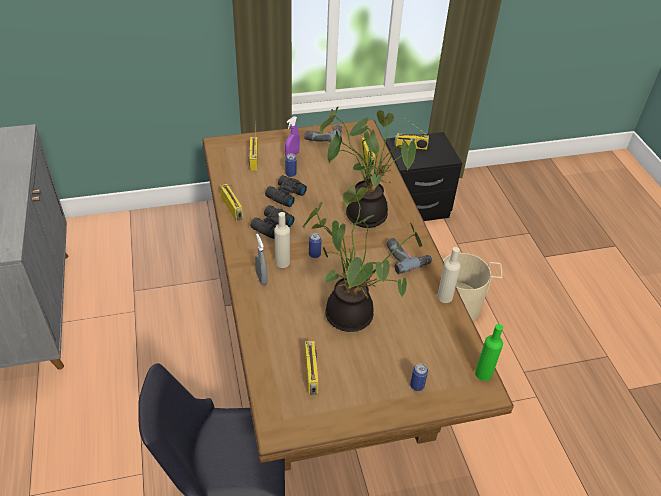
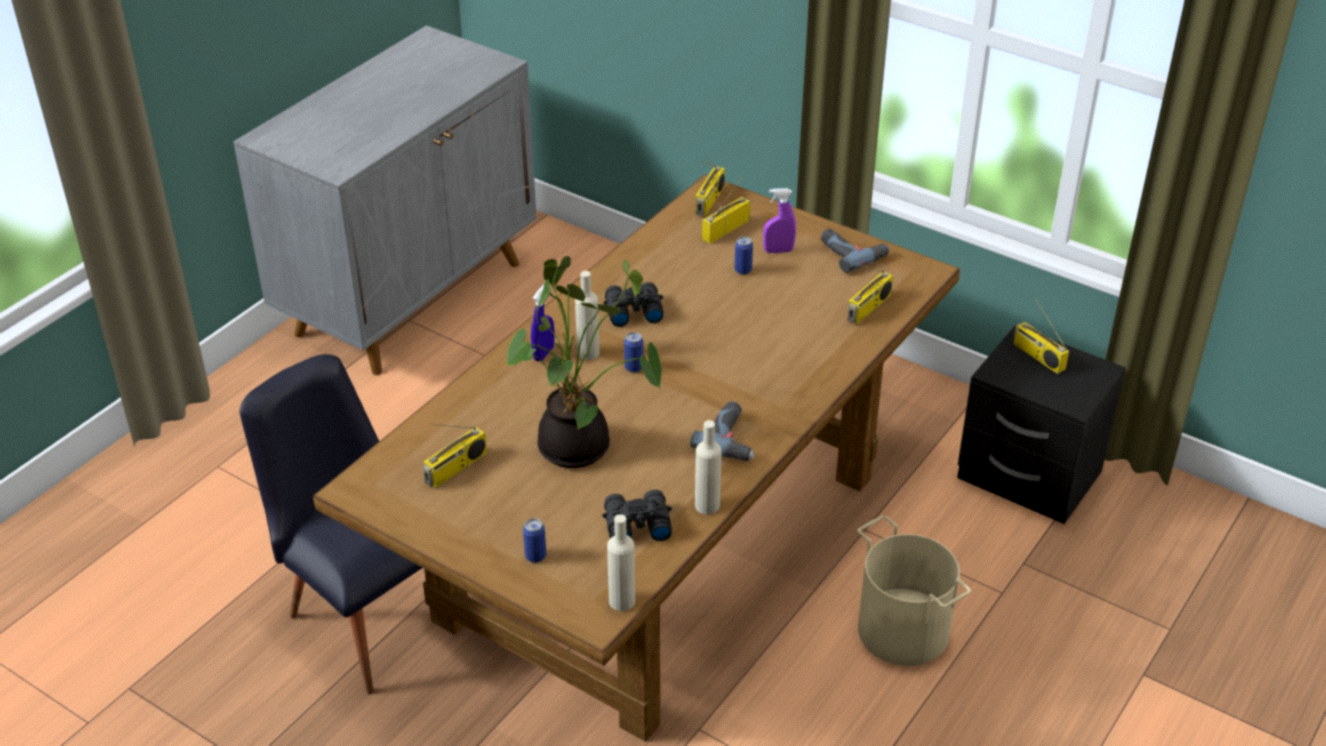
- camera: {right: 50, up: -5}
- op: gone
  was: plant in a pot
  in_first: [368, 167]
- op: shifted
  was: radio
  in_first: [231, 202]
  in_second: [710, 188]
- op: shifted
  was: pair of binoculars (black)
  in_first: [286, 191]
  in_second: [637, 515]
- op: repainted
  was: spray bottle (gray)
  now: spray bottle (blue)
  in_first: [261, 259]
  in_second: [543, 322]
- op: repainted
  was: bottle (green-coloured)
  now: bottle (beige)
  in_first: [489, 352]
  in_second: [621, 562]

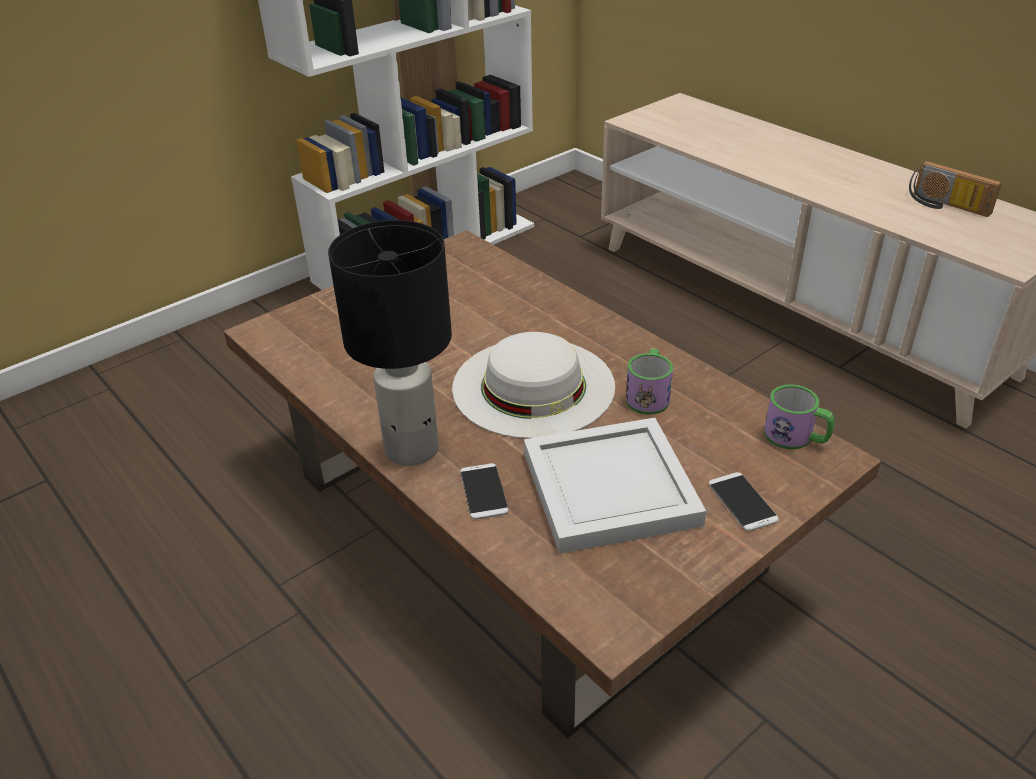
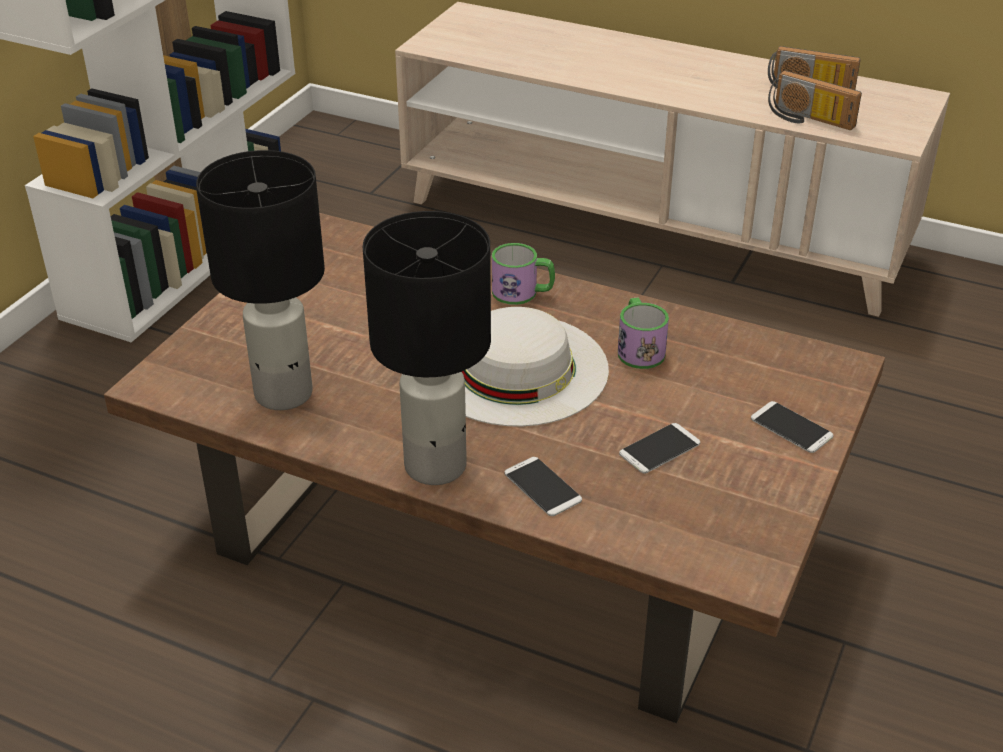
- camera: {right: -25, up: 0}
- op: new
  now: tabletop lamp (black)
  in_second: [260, 280]
- op: new
  now: radio
  in_second: [815, 100]
- op: shifted
  was: coffee mug
  in_first: [799, 417]
  in_second: [523, 274]
- op: swapped
  was: carrying tray (white)
  now: telephone
  in_first: [615, 486]
  in_second: [659, 448]

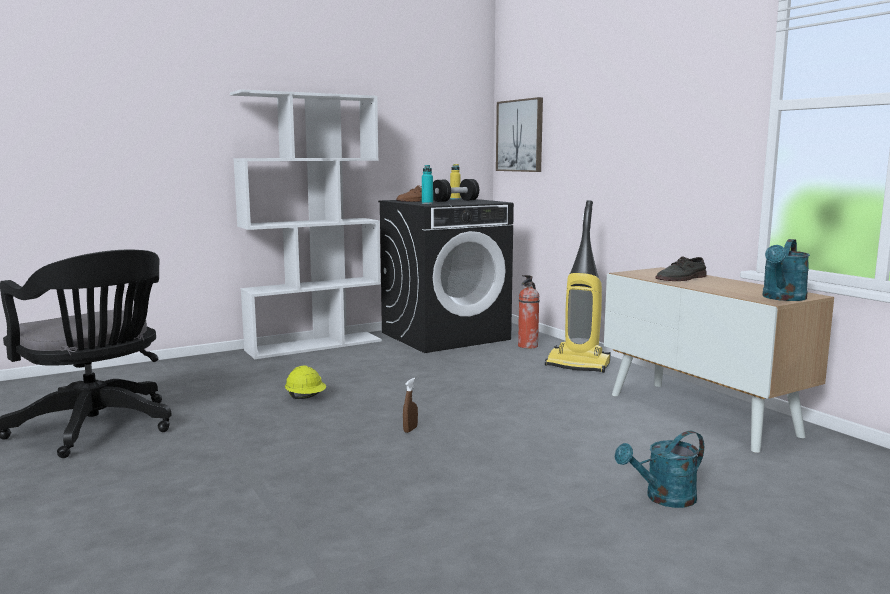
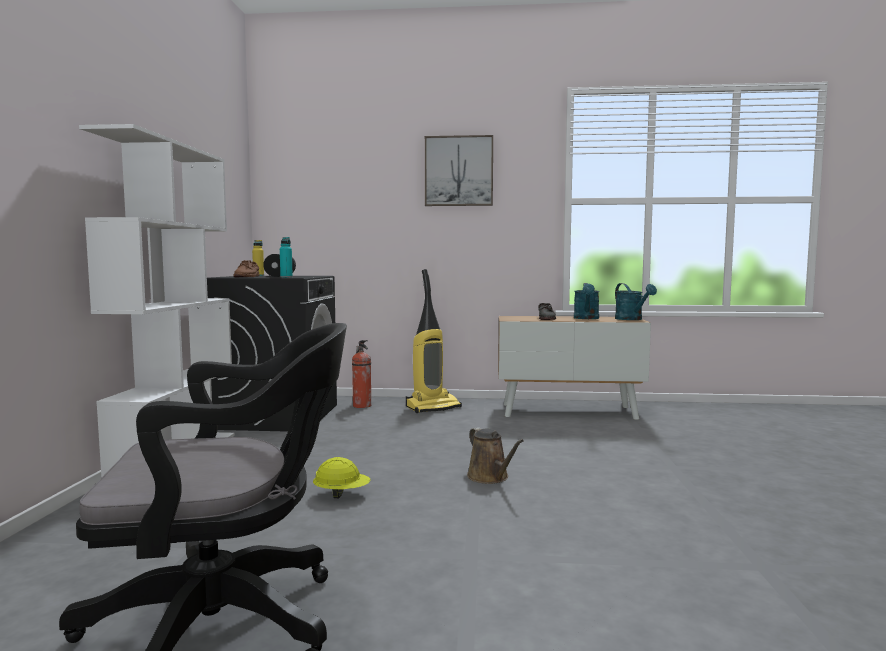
- camera: {right: -55, up: -5}
- op: shifted
  was: picture
  in_first: [519, 134]
  in_second: [459, 170]
- op: shifted
  was: watering pot (turquoise-coloured)
  in_first: [659, 469]
  in_second: [586, 301]
- op: swapped
  was: spray bottle (brownish)
  now: watering pot (brownish)
  in_first: [410, 405]
  in_second: [495, 455]

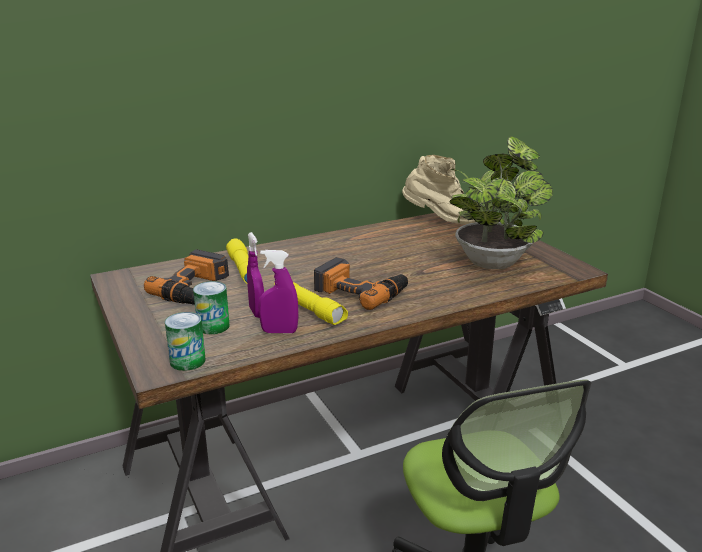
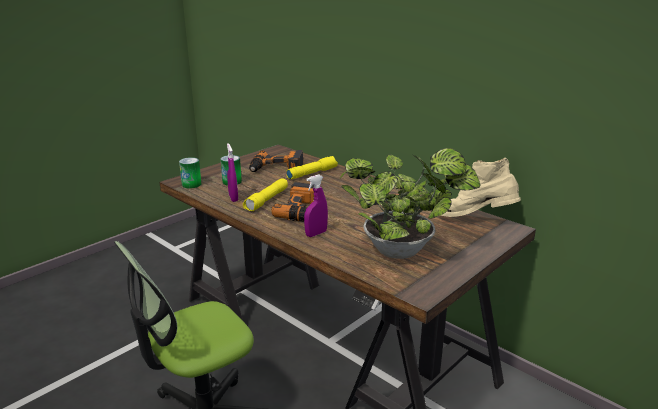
- camera: {right: 70, up: 0}
- op: shifted
  was: spray bottle (purple)
  in_first: [255, 275]
  in_second: [316, 205]
- op: rotated
  was: tall boot (beige)
  in_first: [439, 189]
  in_second: [481, 187]
  clockwise: 120

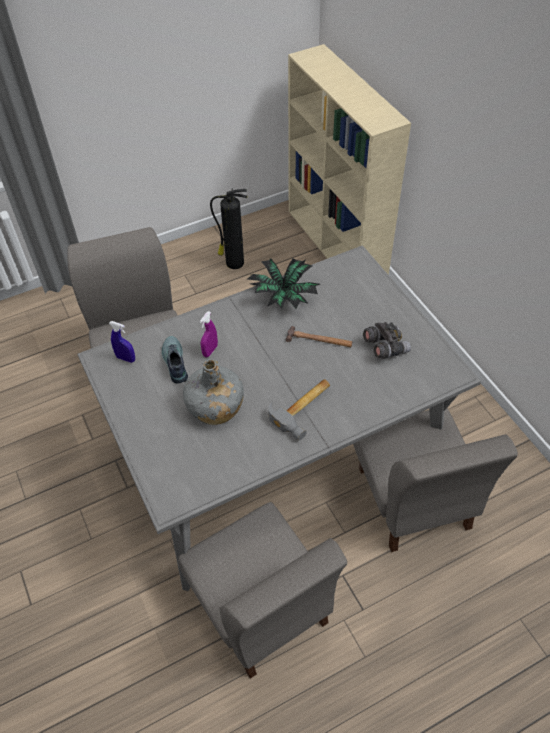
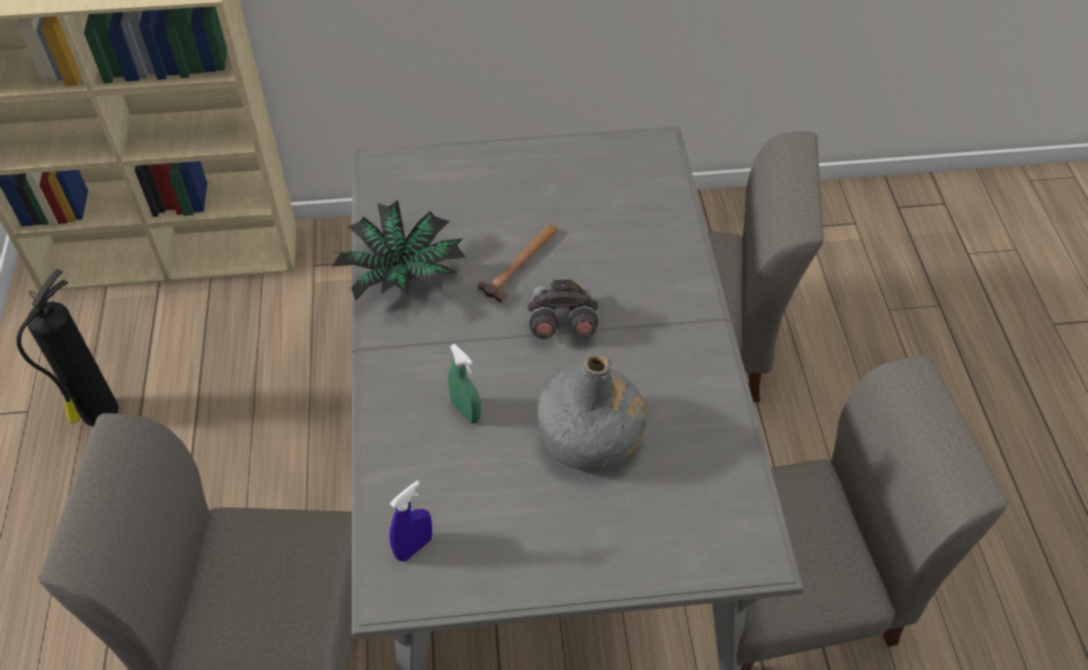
- camera: {right: -70, up: 0}
- op: gone
  was: item of footwear
  in_first: [174, 359]
- op: gone
  was: tool hammer
  in_first: [299, 410]
- op: shifted
  was: pair of binoculars (gray)
  in_first: [387, 340]
  in_second: [563, 309]
- op: repainted
  was: spray bottle (purple)
  now: spray bottle (green-coloured)
  in_first: [209, 334]
  in_second: [464, 383]

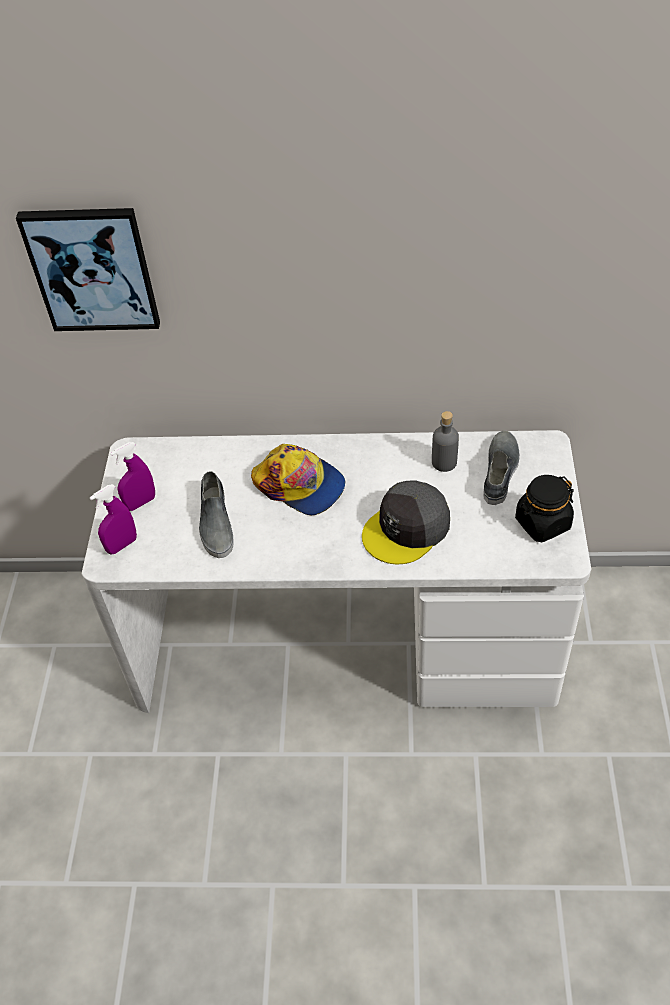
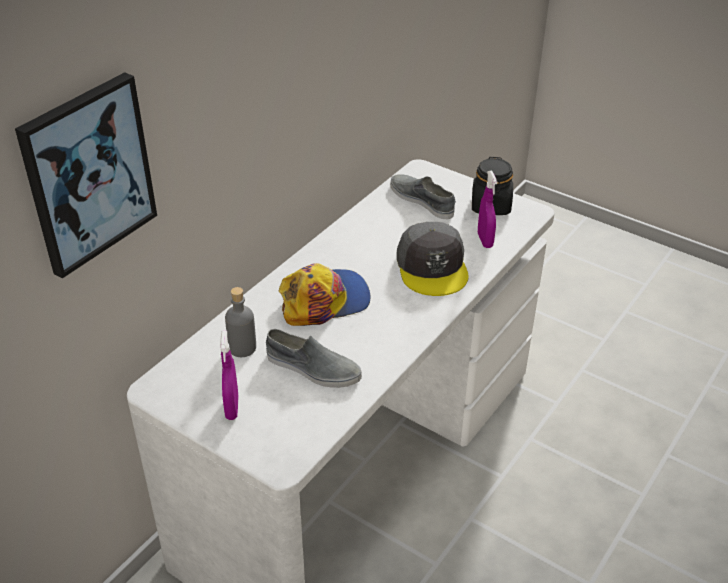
- camera: {right: -60, up: -10}
- op: shifted
  was: spray bottle (purple)
  in_first: [113, 519]
  in_second: [487, 209]
- op: shifted
  was: bottle (gray)
  in_first: [445, 441]
  in_second: [240, 322]

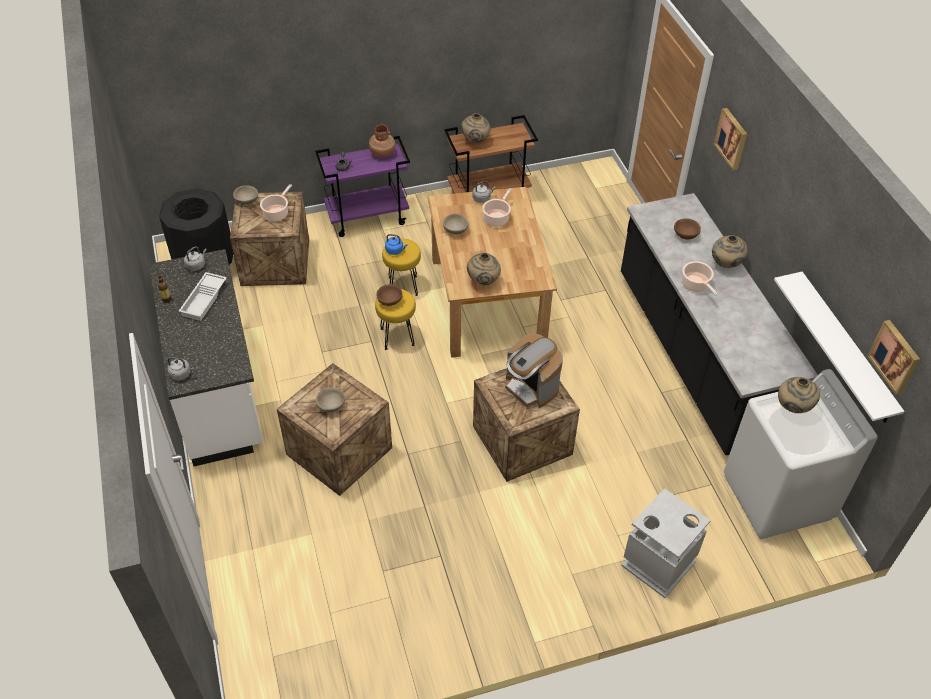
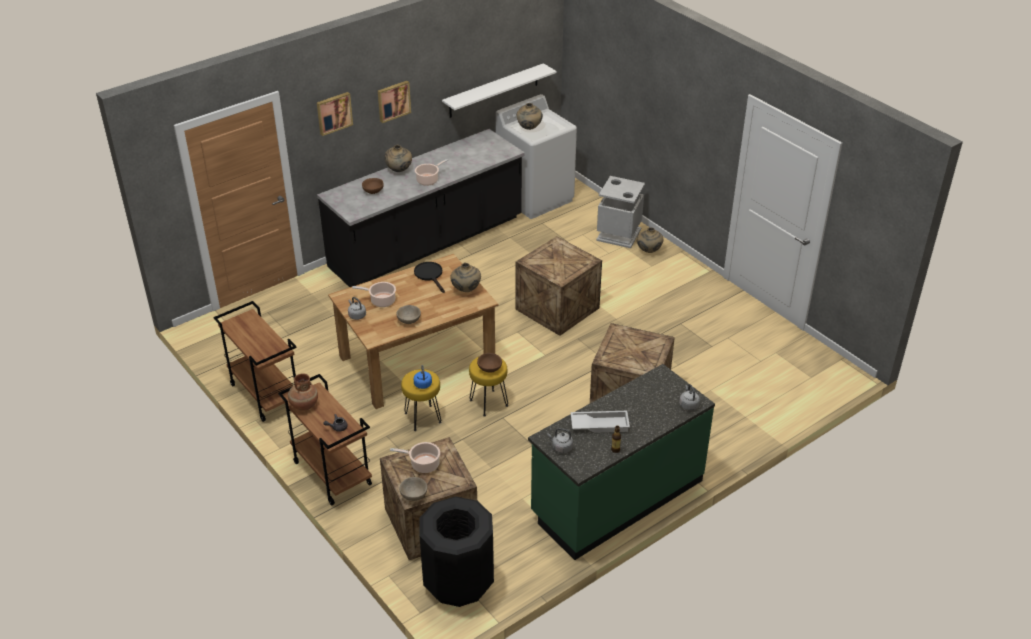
- camera: {right: -110, up: -10}
- op: gone
  was: serving bowl (beige)
  in_first: [330, 400]
- op: gone
  was: coffee maker
  in_first: [534, 370]
- op: new
  now: frying pan (black)
  in_second: [429, 277]
- op: shifted
  was: vase (beige)
  in_first: [476, 128]
  in_second: [650, 240]
- op: shifted
  was: picture
  in_first: [894, 357]
  in_second: [394, 102]
- op: repainted
  was: kitchen counter (white)
  now: kitchen counter (green-coloured)
  in_first: [206, 357]
  in_second: [621, 462]
- op: repainted
  was: trolley (purple)
  now: trolley (brownish)
  in_first: [362, 186]
  in_second: [325, 440]

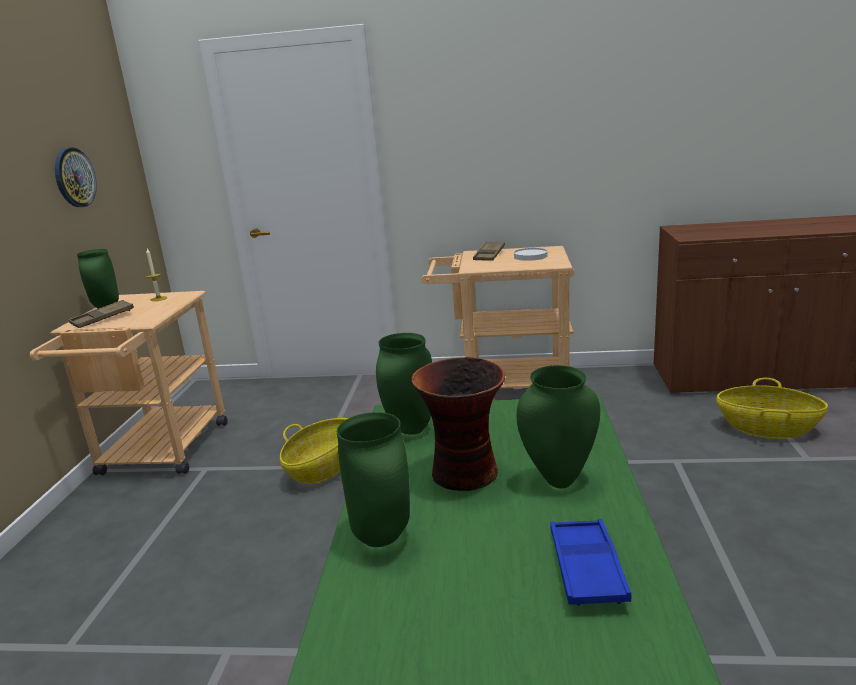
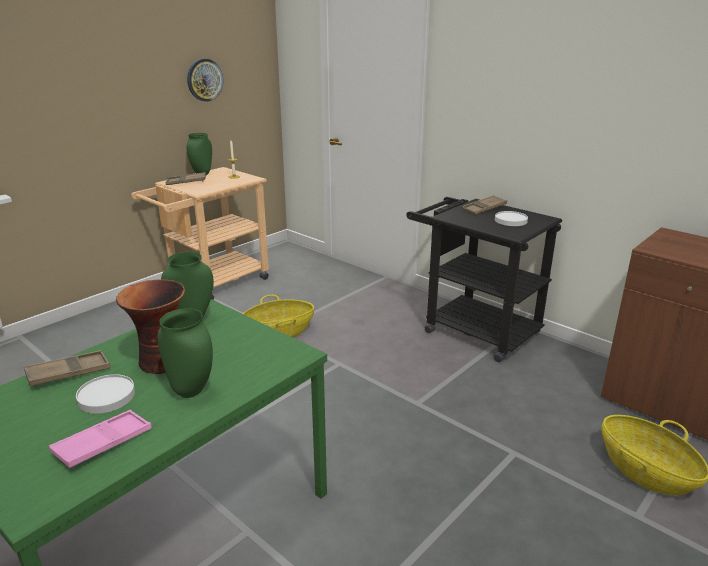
- camera: {right: 35, up: 5}
- op: new
  now: flat dish (white)
  in_second: [105, 394]
- op: swapped
  was: vase (green-coloured)
  now: carrying tray (brownish)
  in_first: [373, 479]
  in_second: [67, 368]
- op: repainted
  was: trolley (beige)
  now: trolley (black)
  in_first: [498, 317]
  in_second: [484, 279]
- op: repainted
  was: carrying tray (blue)
  now: carrying tray (pinkish)
  in_first: [590, 562]
  in_second: [100, 439]

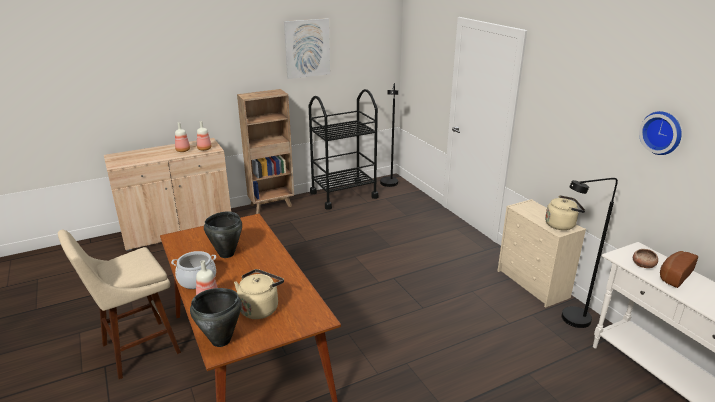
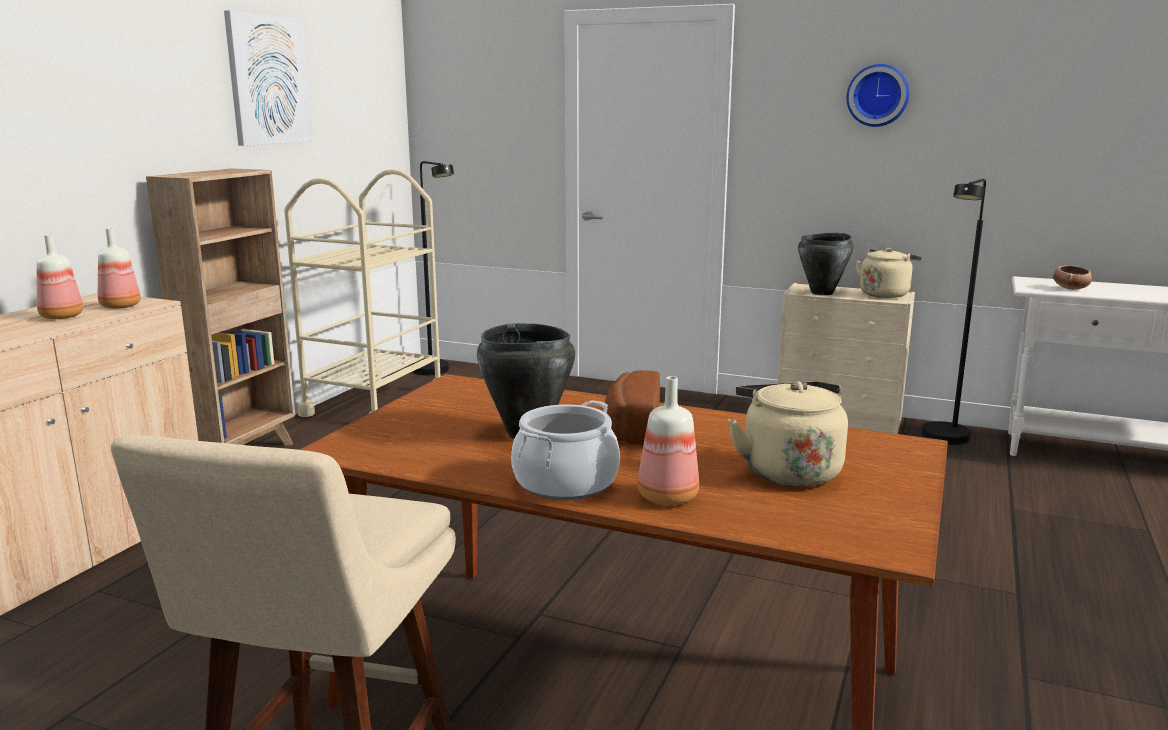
- camera: {right: -40, up: -10}
- op: shifted
  was: cooking pot (black)
  in_first: [216, 317]
  in_second: [825, 264]
- op: shifted
  was: clock on the wall
  in_first: [660, 133]
  in_second: [878, 95]
- op: shifted
  was: bread
  in_first: [679, 269]
  in_second: [632, 408]
- op: repainted
  was: trolley (black)
  now: trolley (beige)
  in_first: [343, 149]
  in_second: [362, 293]

